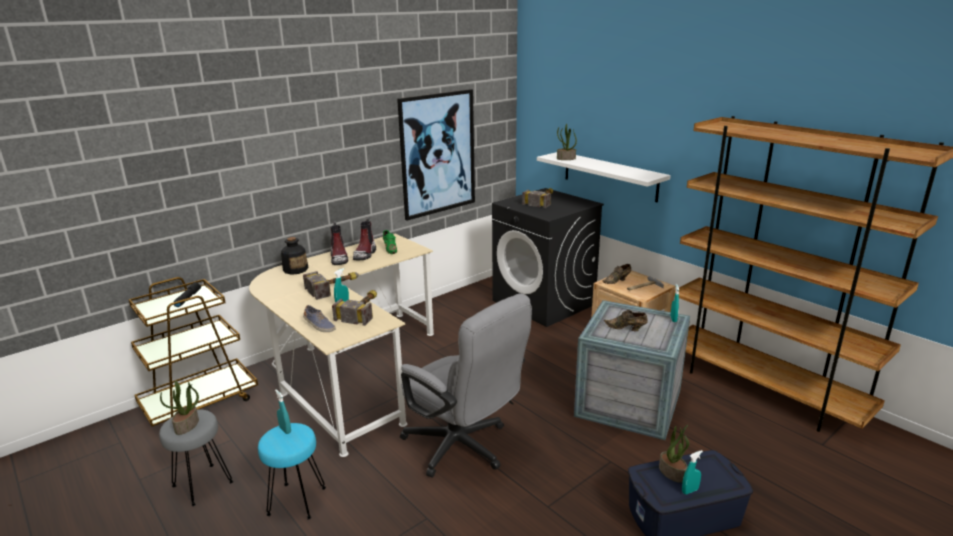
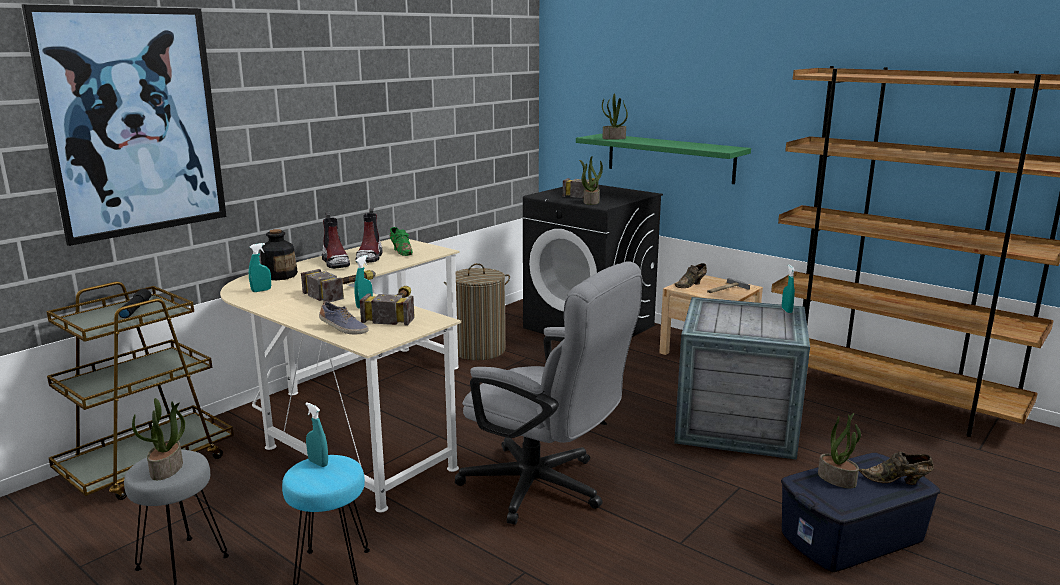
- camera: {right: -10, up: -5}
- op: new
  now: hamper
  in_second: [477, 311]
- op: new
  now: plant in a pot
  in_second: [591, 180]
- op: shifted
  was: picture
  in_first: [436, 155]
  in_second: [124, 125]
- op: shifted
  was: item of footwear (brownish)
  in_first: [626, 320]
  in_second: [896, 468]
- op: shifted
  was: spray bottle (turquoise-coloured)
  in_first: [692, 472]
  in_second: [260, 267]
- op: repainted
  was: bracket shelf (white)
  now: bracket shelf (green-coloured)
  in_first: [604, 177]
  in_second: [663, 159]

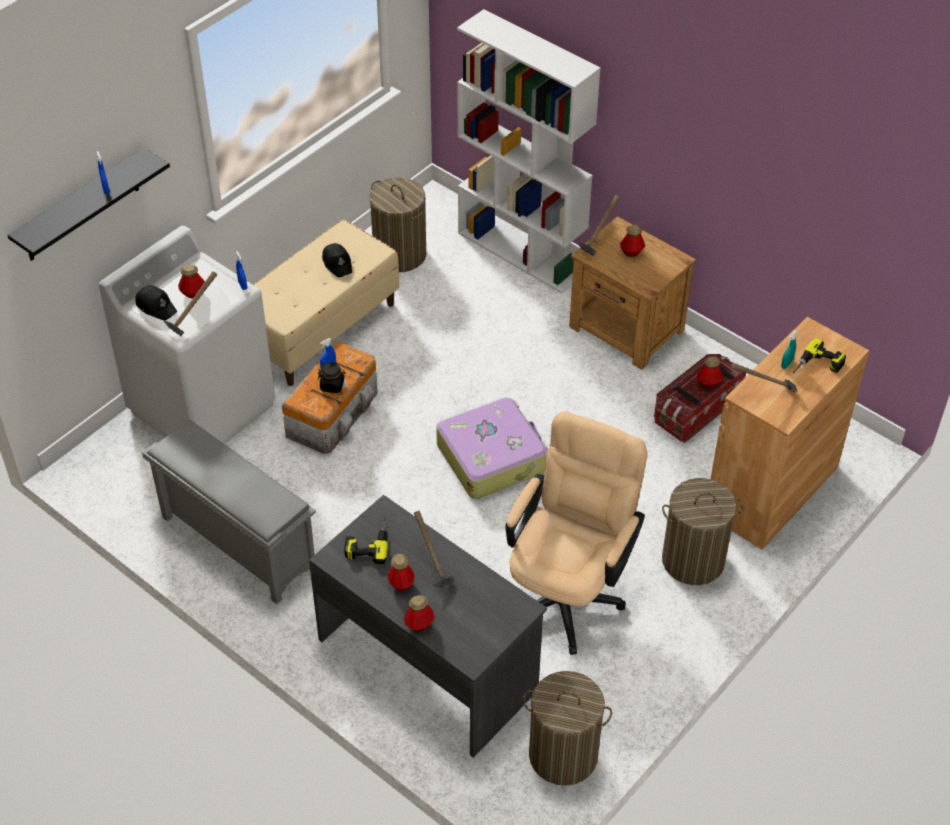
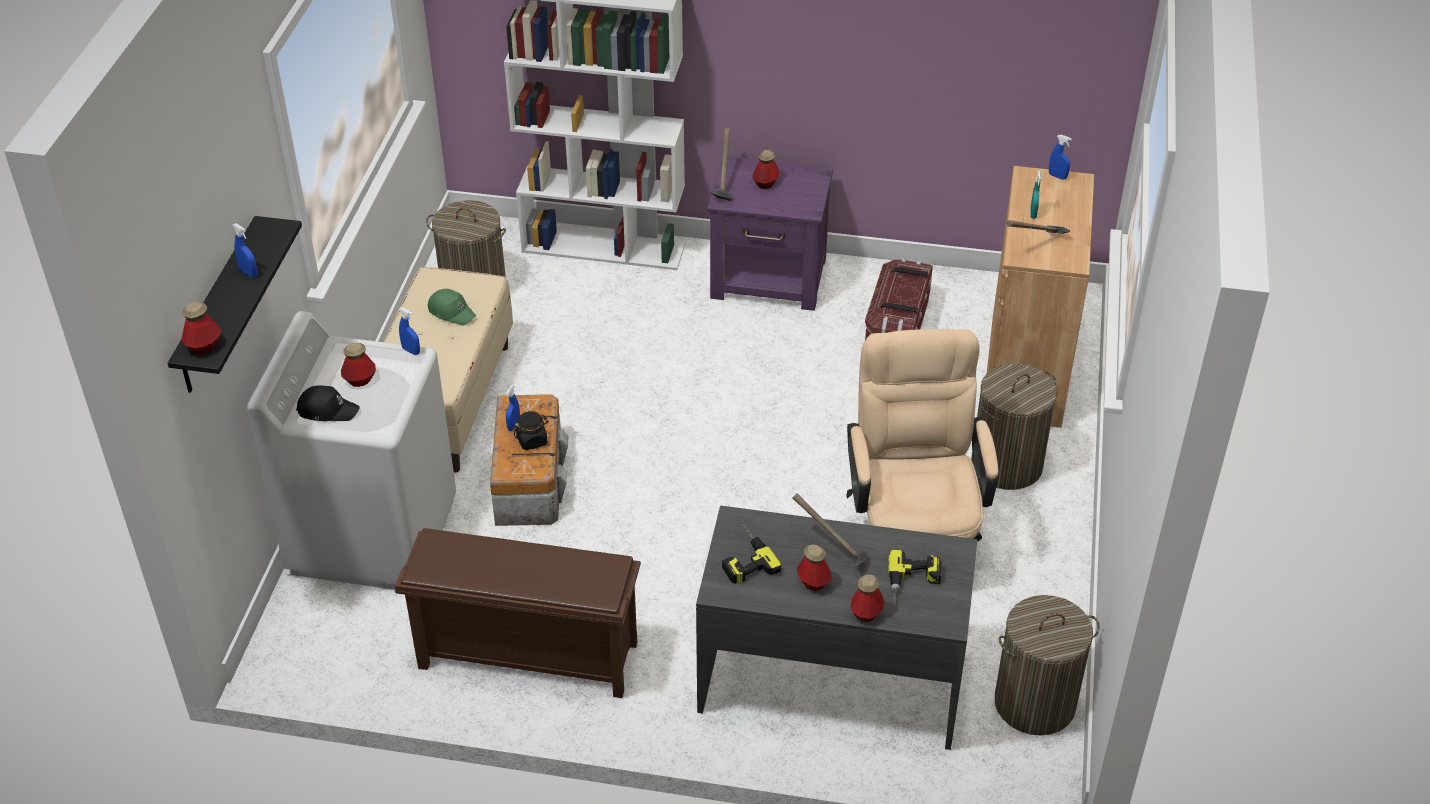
- camera: {right: -30, up: -5}
- op: gone
  was: tool hammer
  in_first: [191, 303]
- op: gone
  was: suitcase
  in_first: [492, 448]
- op: new
  now: spray bottle (blue)
  in_second: [1060, 157]
- op: shifted
  was: bottle
  in_first: [710, 372]
  in_second: [201, 328]
- op: shifted
  was: power drill
  in_first: [819, 355]
  in_second: [915, 578]
- op: repainted
  was: shoe rack (gray)
  now: shoe rack (brownish)
  in_first: [229, 511]
  in_second: [518, 613]
- op: repainted
  was: baseball cap (black)
  now: baseball cap (green-coloured)
  in_first: [337, 260]
  in_second: [452, 307]
- op: repainted
  was: nightstand (brownish)
  now: nightstand (purple)
  in_first: [632, 293]
  in_second: [770, 234]

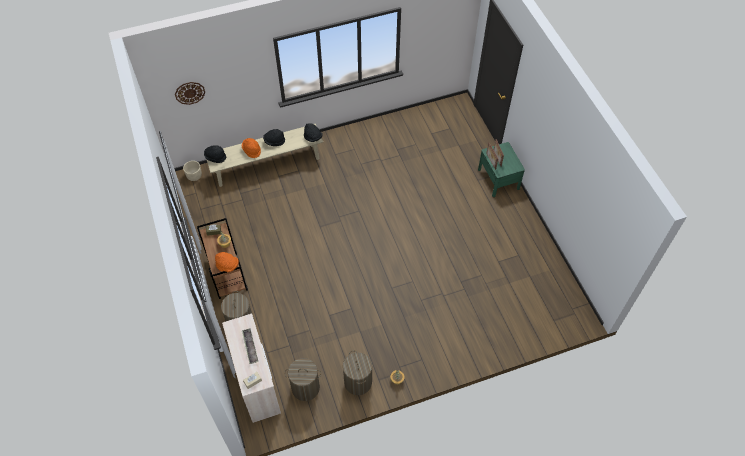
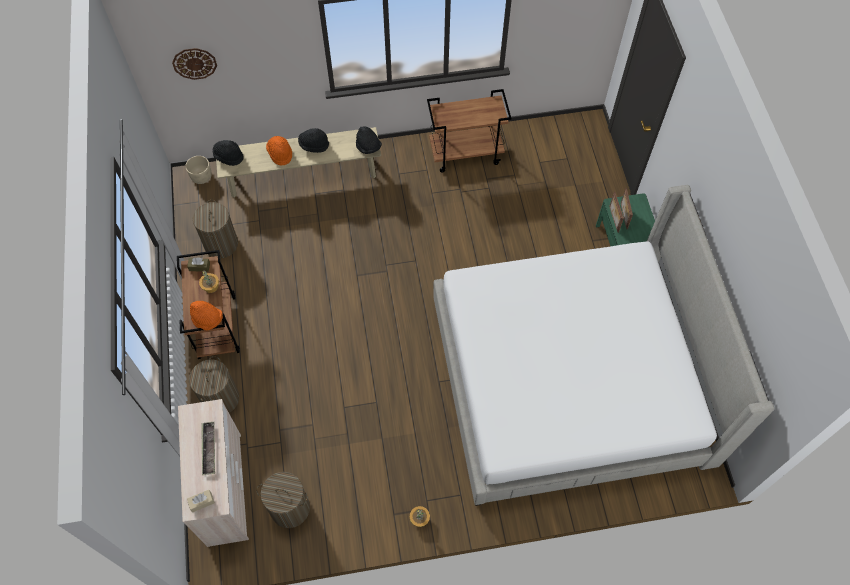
- camera: {right: 10, up: 5}
- op: new
  now: trolley (brownish)
  in_second: [469, 130]
- op: new
  now: sleeping bed
  in_second: [603, 345]
- op: shifted
  was: hamper
  in_first: [357, 372]
  in_second: [215, 229]

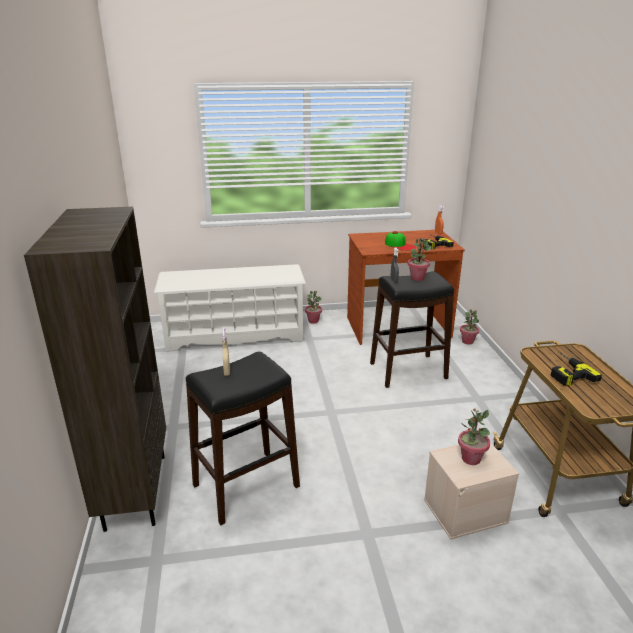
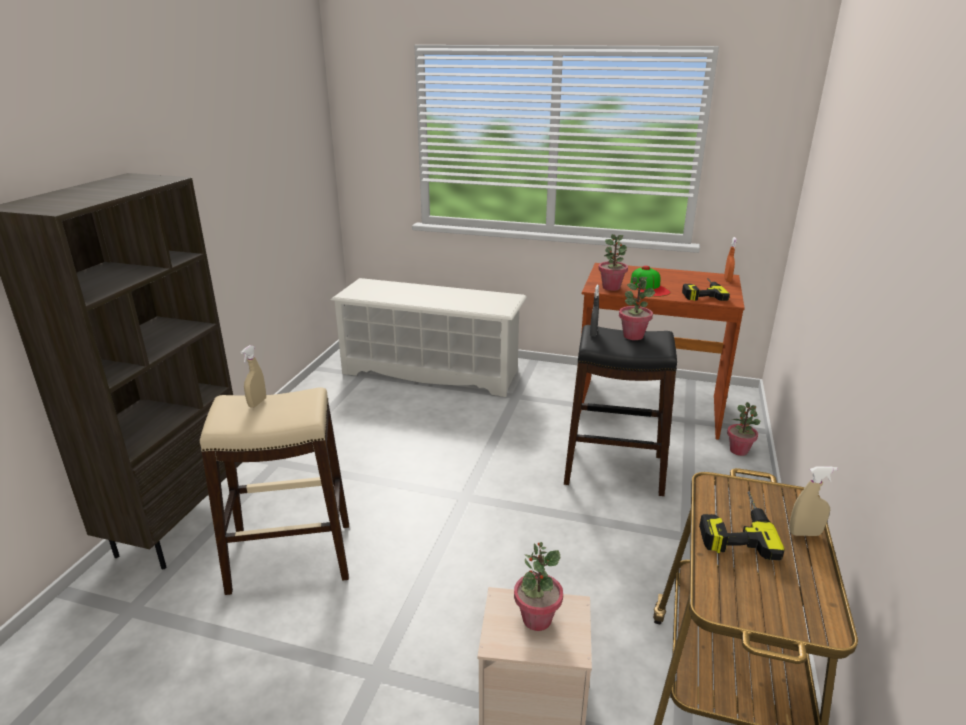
- camera: {right: 25, up: 0}
- op: new
  now: spray bottle (beige)
  in_second: [813, 501]
- op: shifted
  was: plant in a pot
  in_first: [313, 307]
  in_second: [613, 262]
- op: repainted
  was: stool (black)
  now: stool (beige)
  in_first: [243, 438]
  in_second: [274, 491]

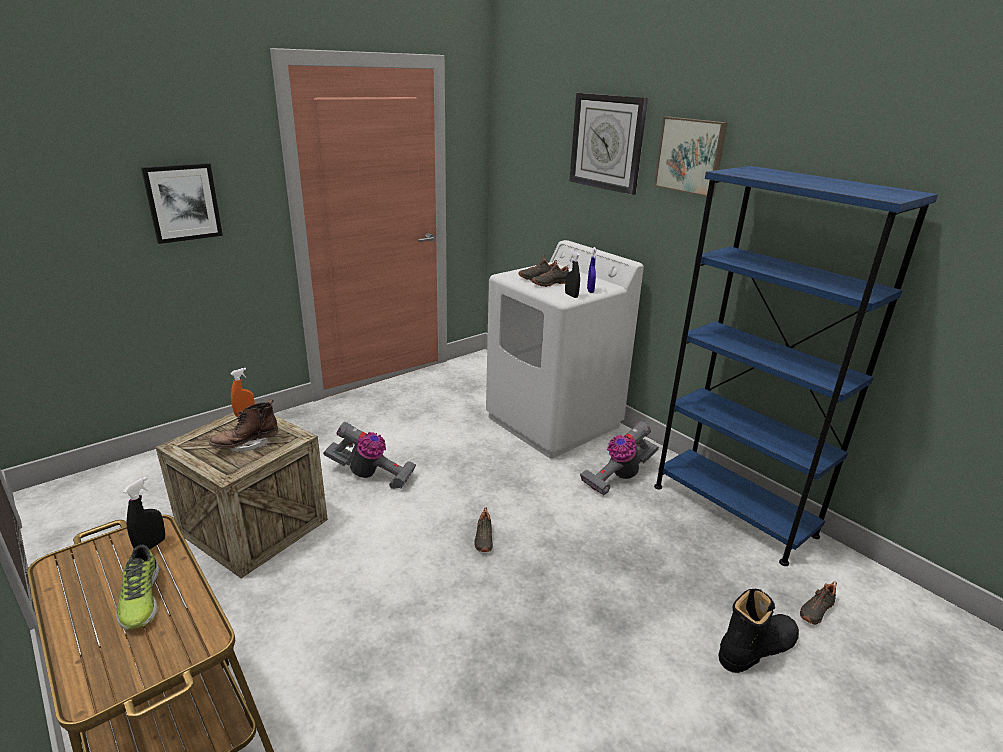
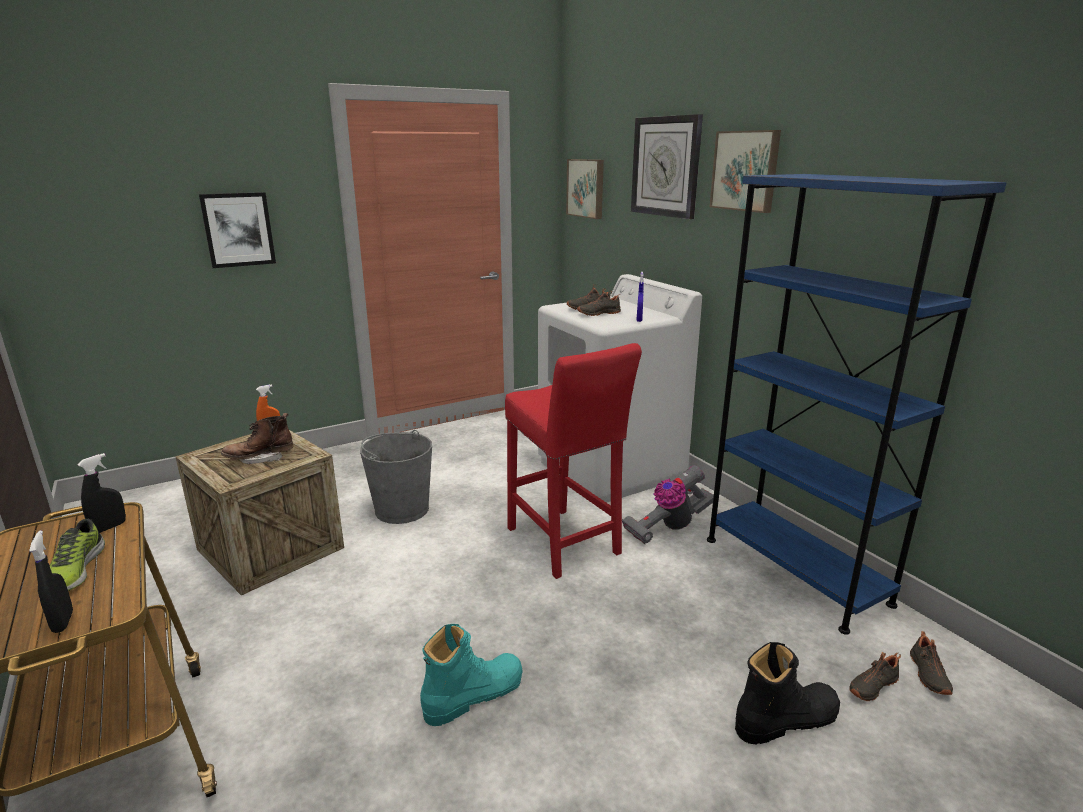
- camera: {right: 10, up: -5}
- op: new
  now: tall boot (turquoise-coloured)
  in_second: [471, 675]
- op: new
  now: stool (red)
  in_second: [573, 461]
- op: new
  now: picture
  in_second: [585, 189]
- op: shifted
  was: item of footwear (black)
  in_first: [483, 529]
  in_second: [931, 663]
- op: shifted
  was: spray bottle (black)
  in_first: [572, 274]
  in_second: [51, 581]
- op: swapped
  was: vacuum
  now: pail (gray)
  in_first: [369, 455]
  in_second: [396, 477]

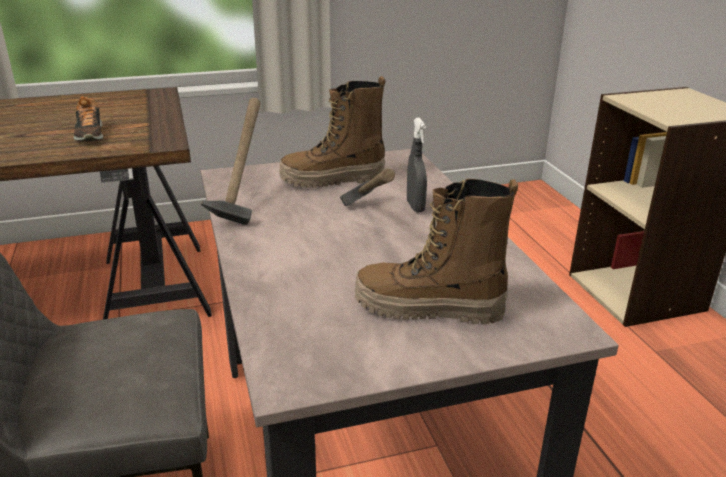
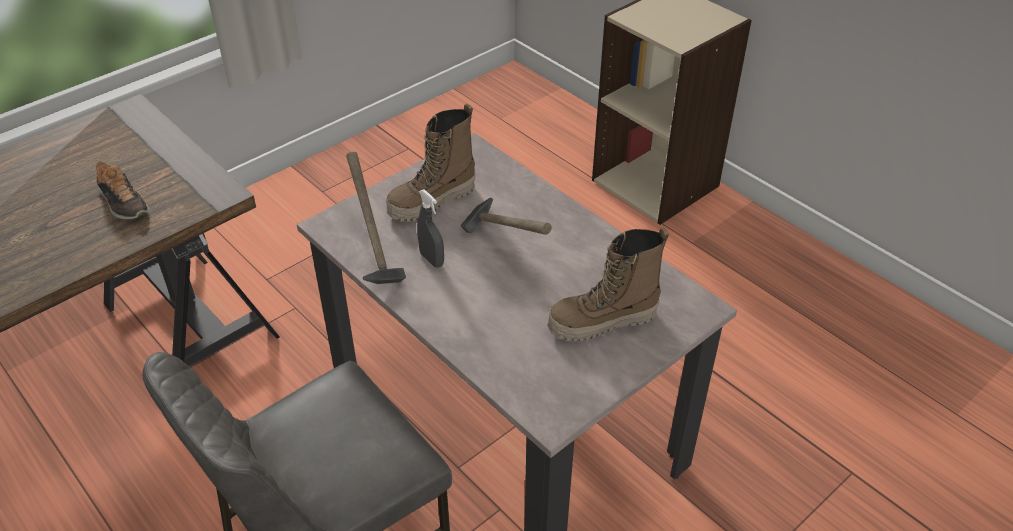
- camera: {right: -25, up: 15}
- op: shifted
  was: spray bottle (gray)
  in_first: [417, 165]
  in_second: [430, 228]

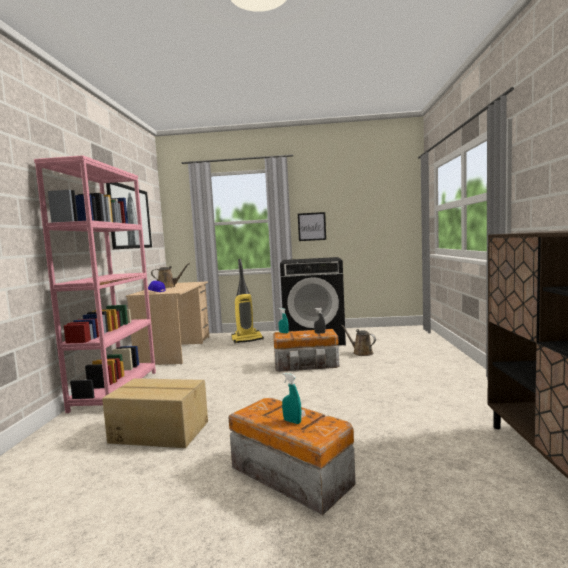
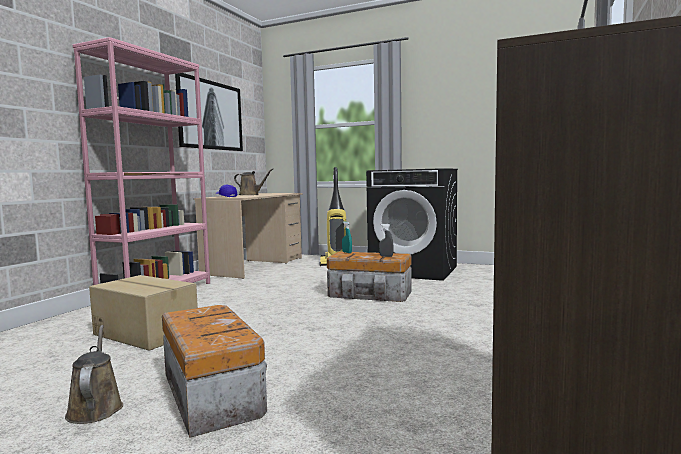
- camera: {right: 20, up: 0}
- op: gone
  was: spray bottle (turquoise-coloured)
  in_first: [292, 398]
- op: gone
  was: picture
  in_first: [312, 226]
- op: shifted
  was: watering pot (brownish)
  in_first: [358, 340]
  in_second: [94, 374]

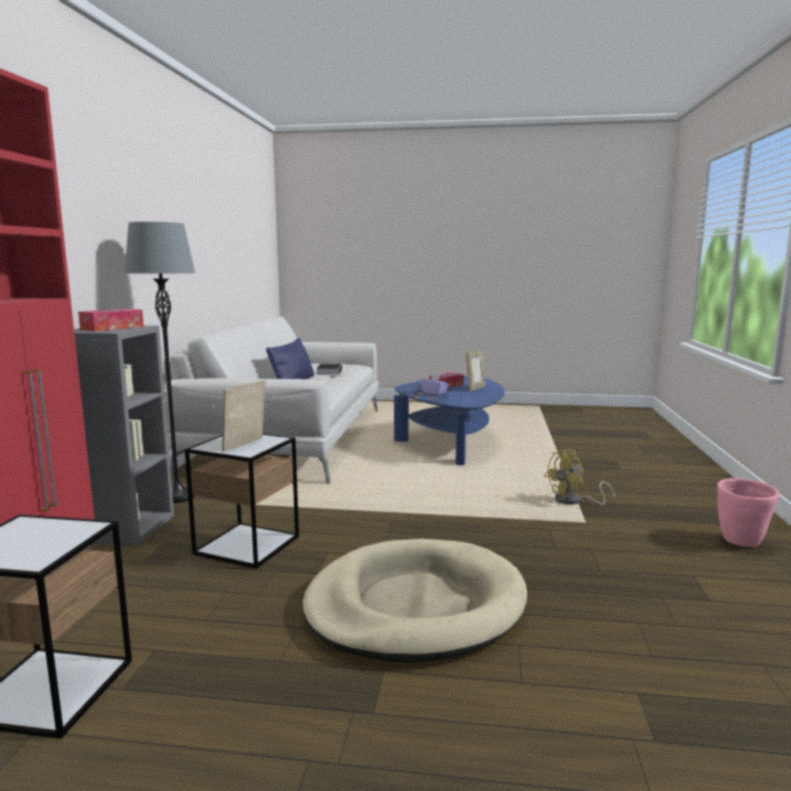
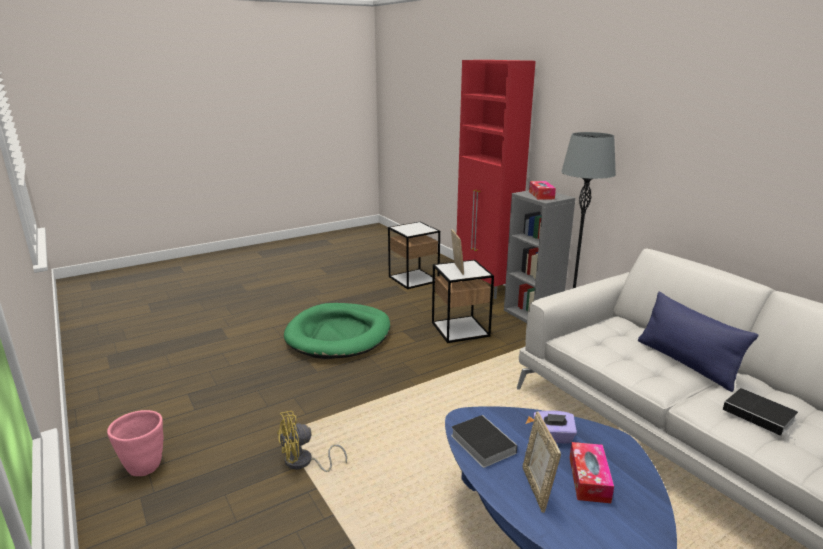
- camera: {right: 140, up: 10}
- op: new
  now: book
  in_second: [484, 441]
- op: repainted
  was: pet bed (beige)
  now: pet bed (green-coloured)
  in_first: [414, 601]
  in_second: [337, 331]
- op: rotated
  was: fan (yellowish)
  in_first: [579, 477]
  in_second: [312, 441]
  clockwise: -135

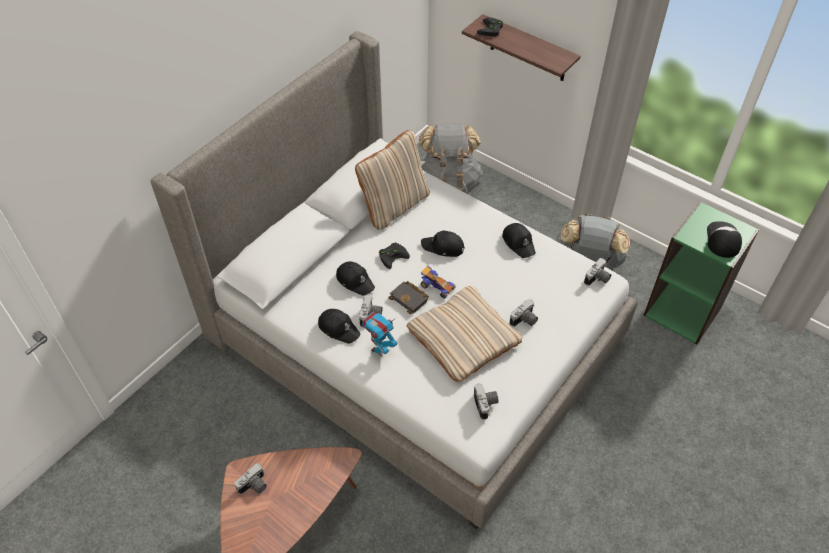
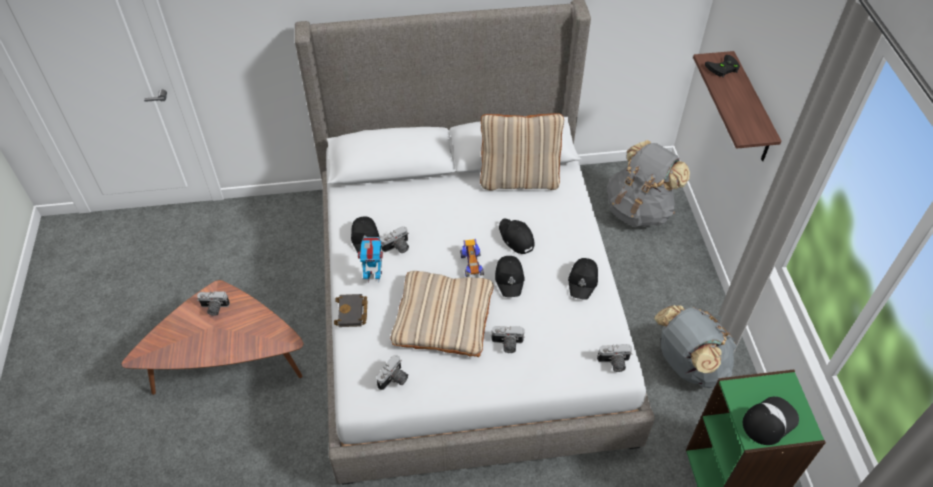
- camera: {right: 45, up: 0}
- op: gone
  was: gamepad (black)
  in_first: [394, 255]
- op: shifted
  was: baseball cap (black)
  in_first: [355, 279]
  in_second: [510, 276]
- op: shifted
  was: book (black)
  in_first: [408, 297]
  in_second: [351, 310]

